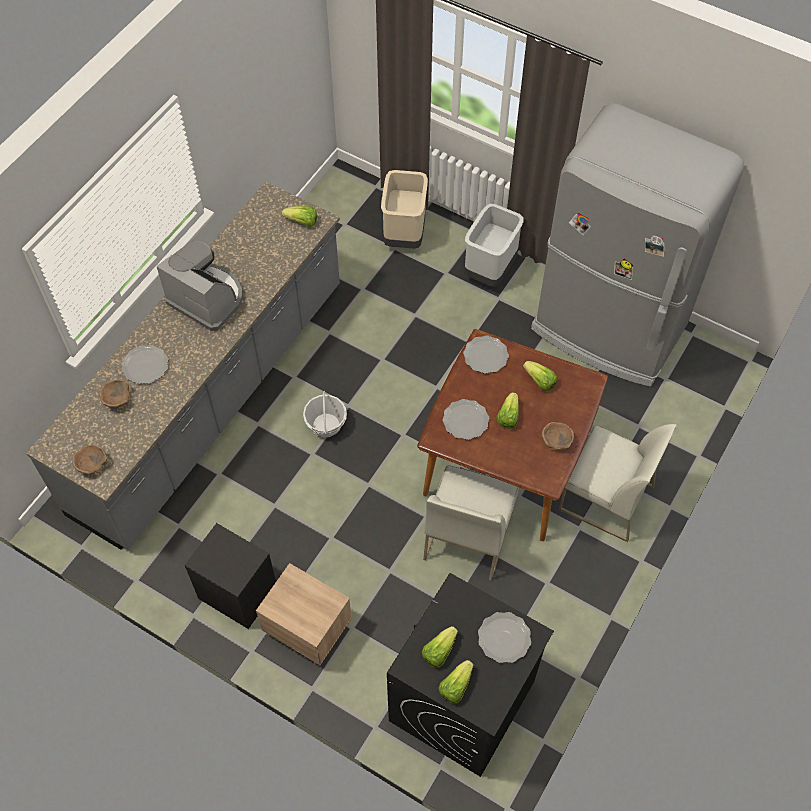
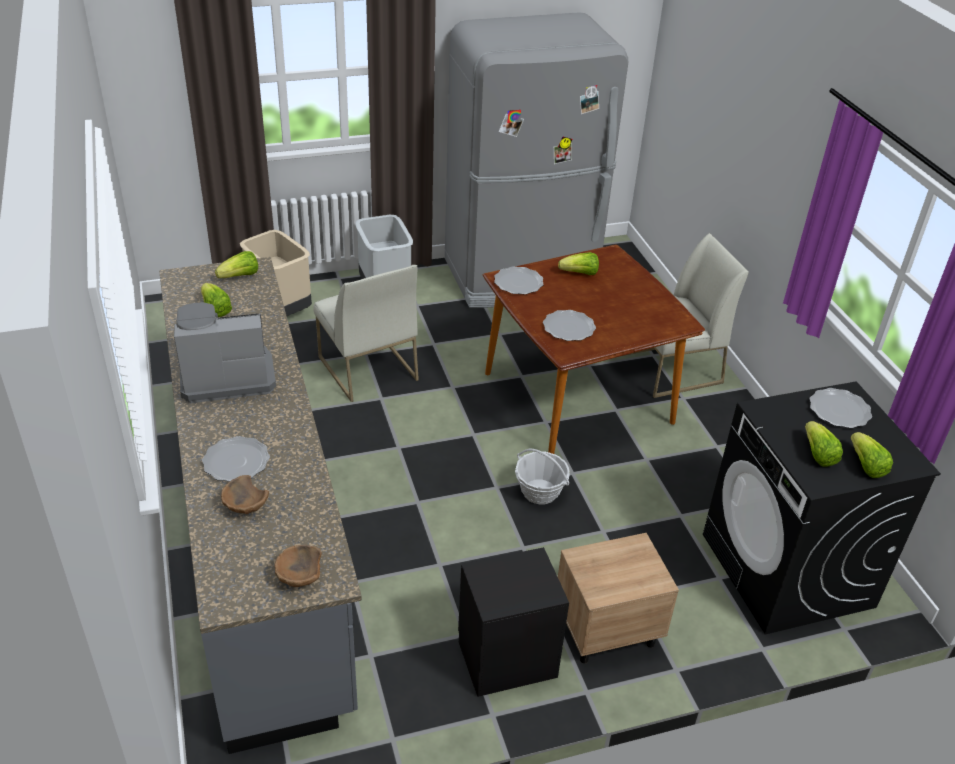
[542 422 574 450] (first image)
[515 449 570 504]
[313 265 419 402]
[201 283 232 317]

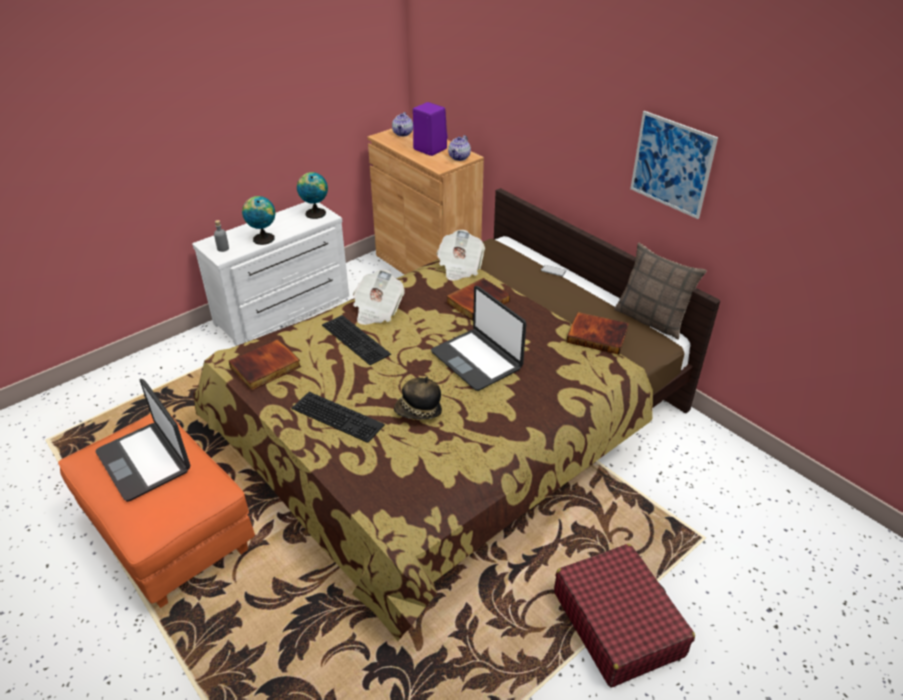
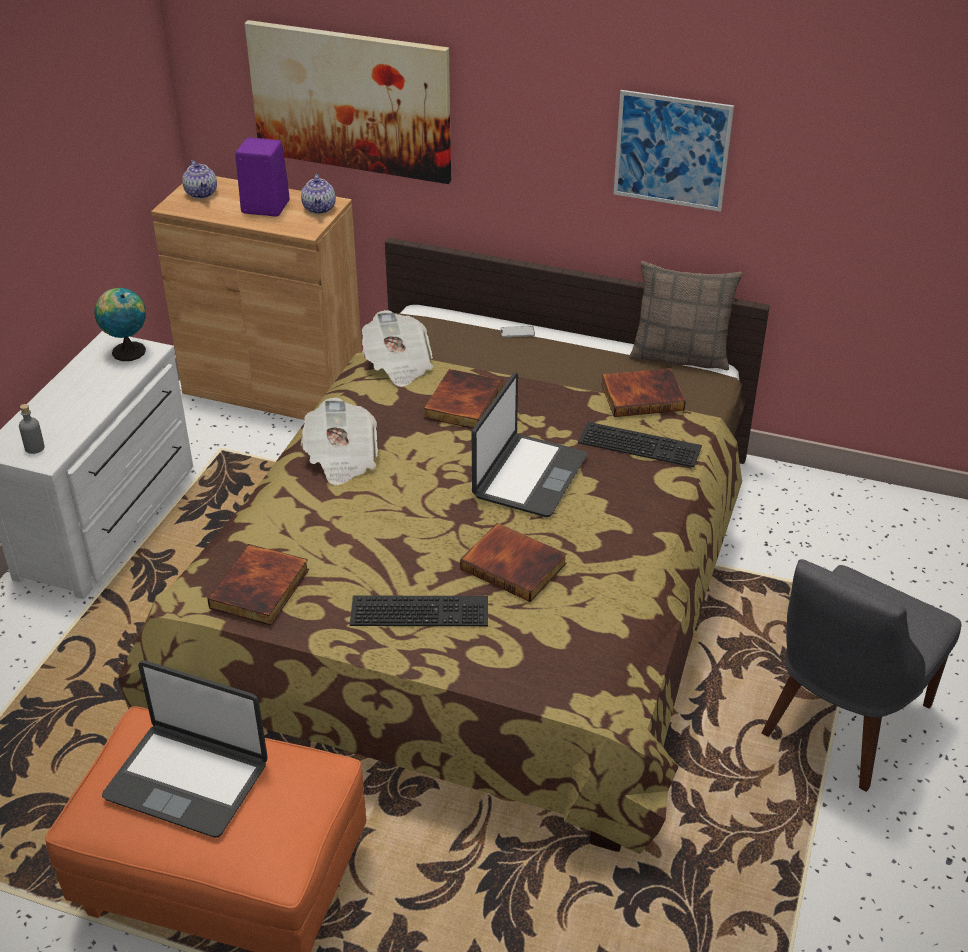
[242 196 276 245] (first image)
[244 20 451 184]
[578 422 702 467]
[460 523 567 602]
[762 559 962 792]
[472 373 587 517]

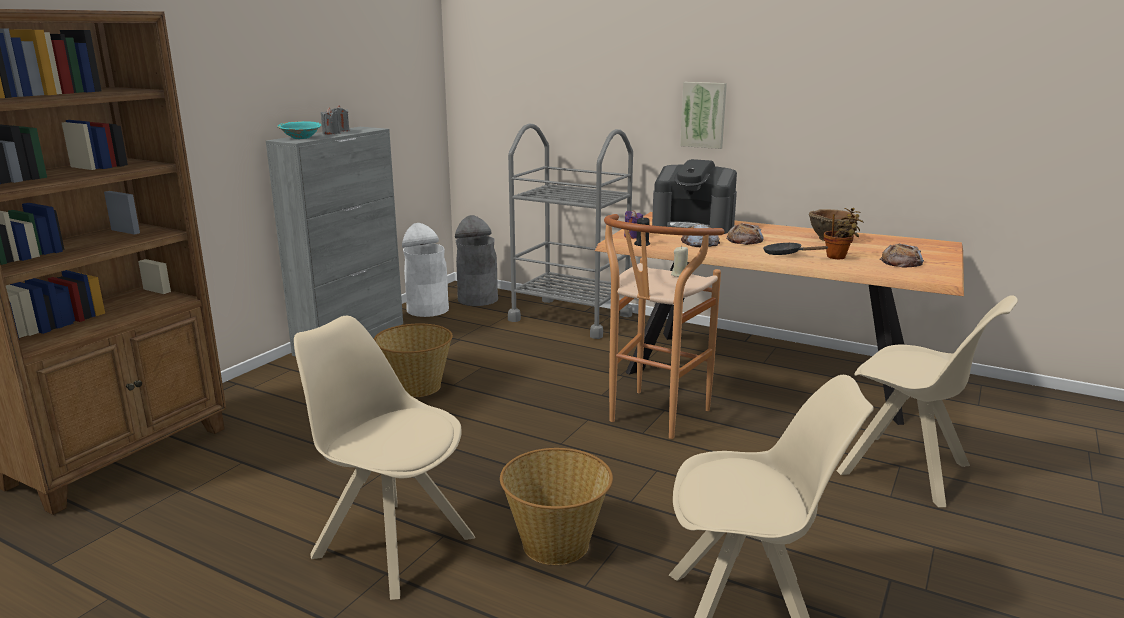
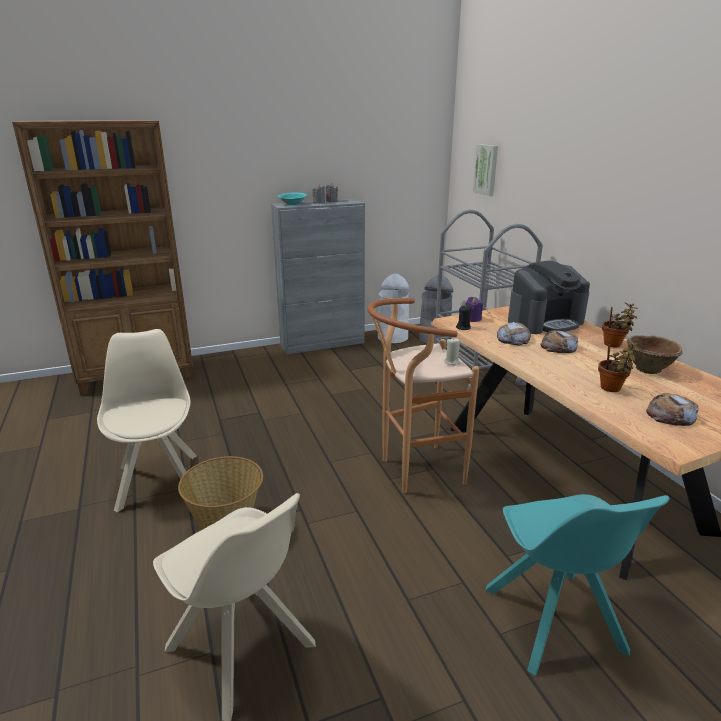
[374 324 453 397] (first image)
[763 243 828 255] (first image)
[602 303 638 347]
[473 144 498 196]
[485 494 670 676]
[508 260 590 334]

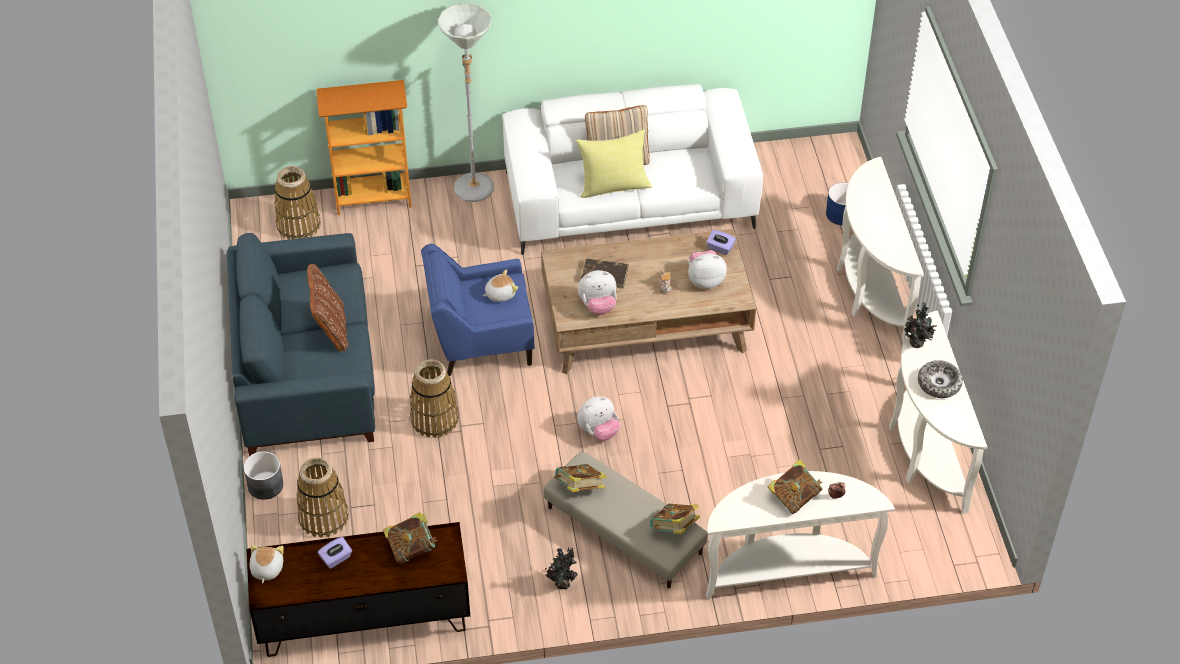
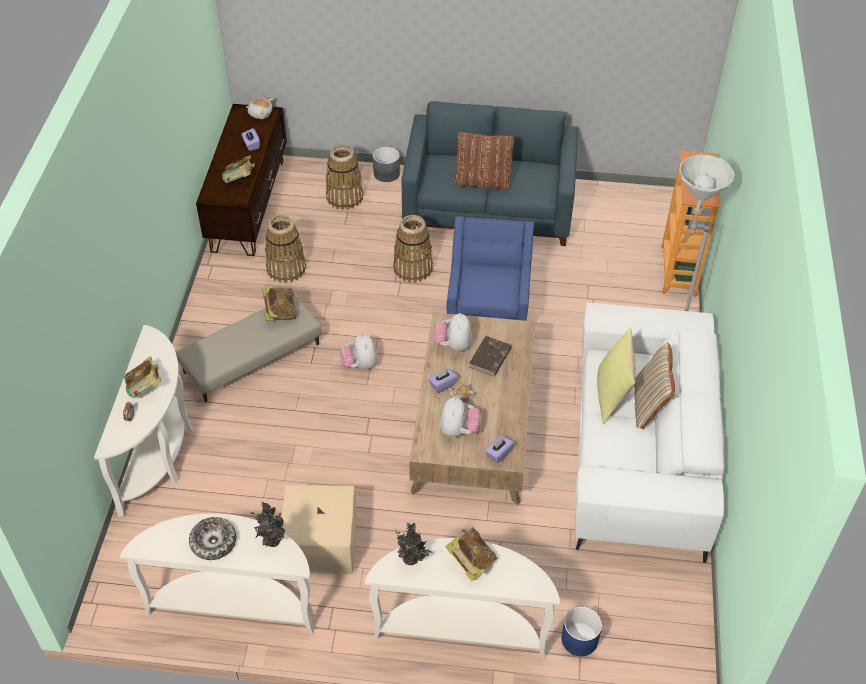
[483 269 518 302] (first image)
[281 485 357 574]
[428 369 458 393]
[265 215 306 283]
[391 522 432 565]
[445 527 497 581]

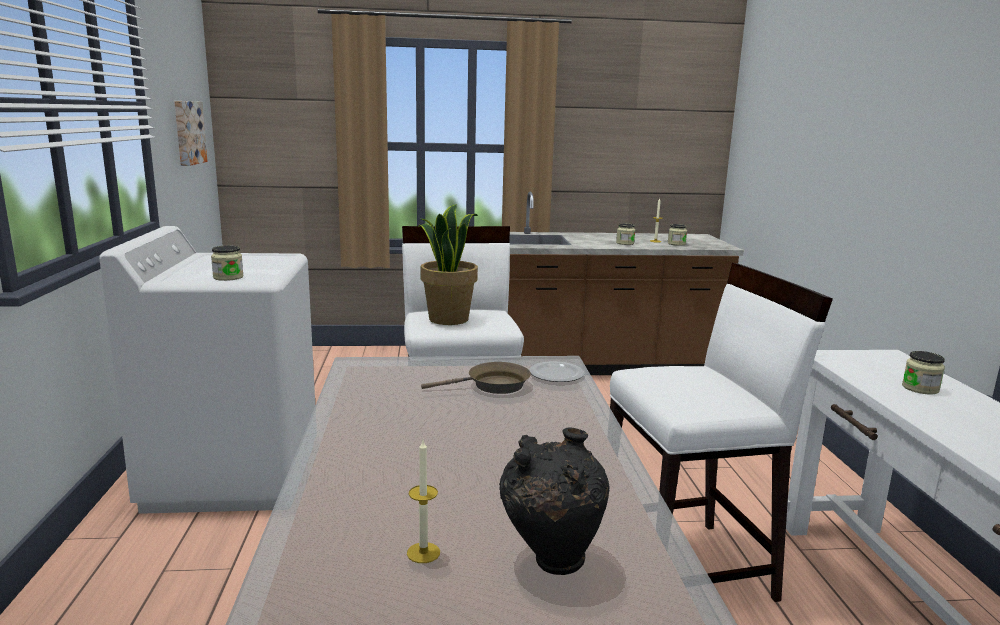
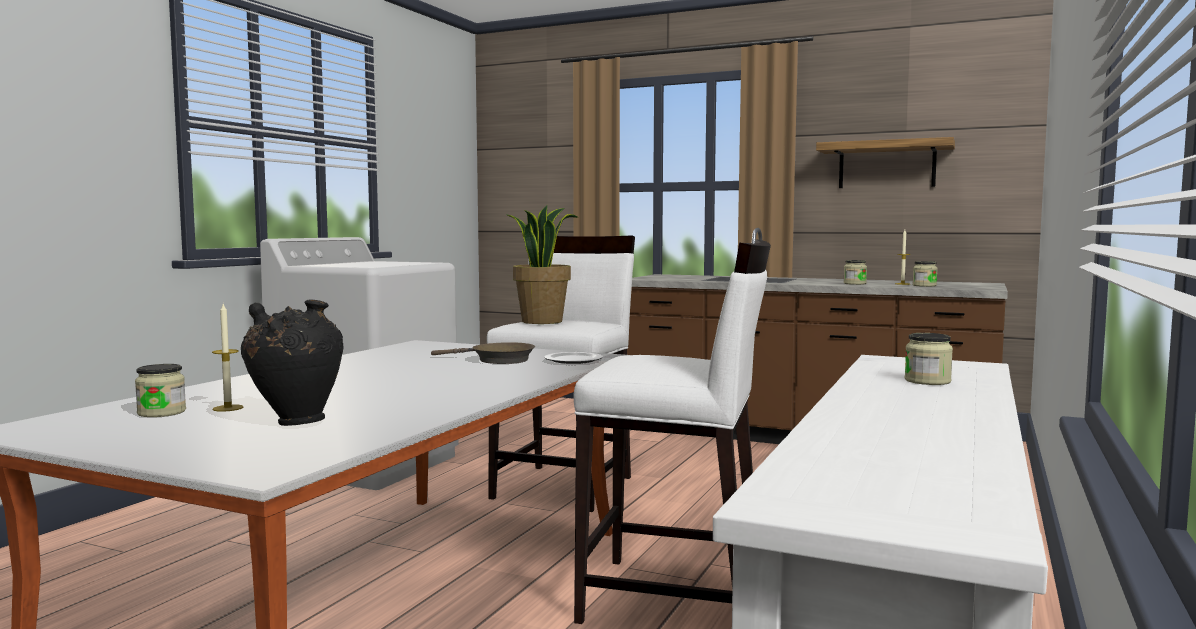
[174 101 208 166] (first image)
[816 137 955 188]
[135 364 186 417]

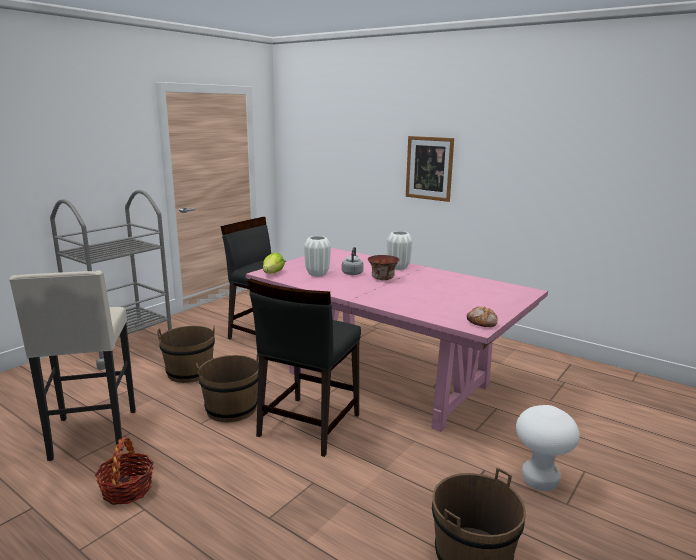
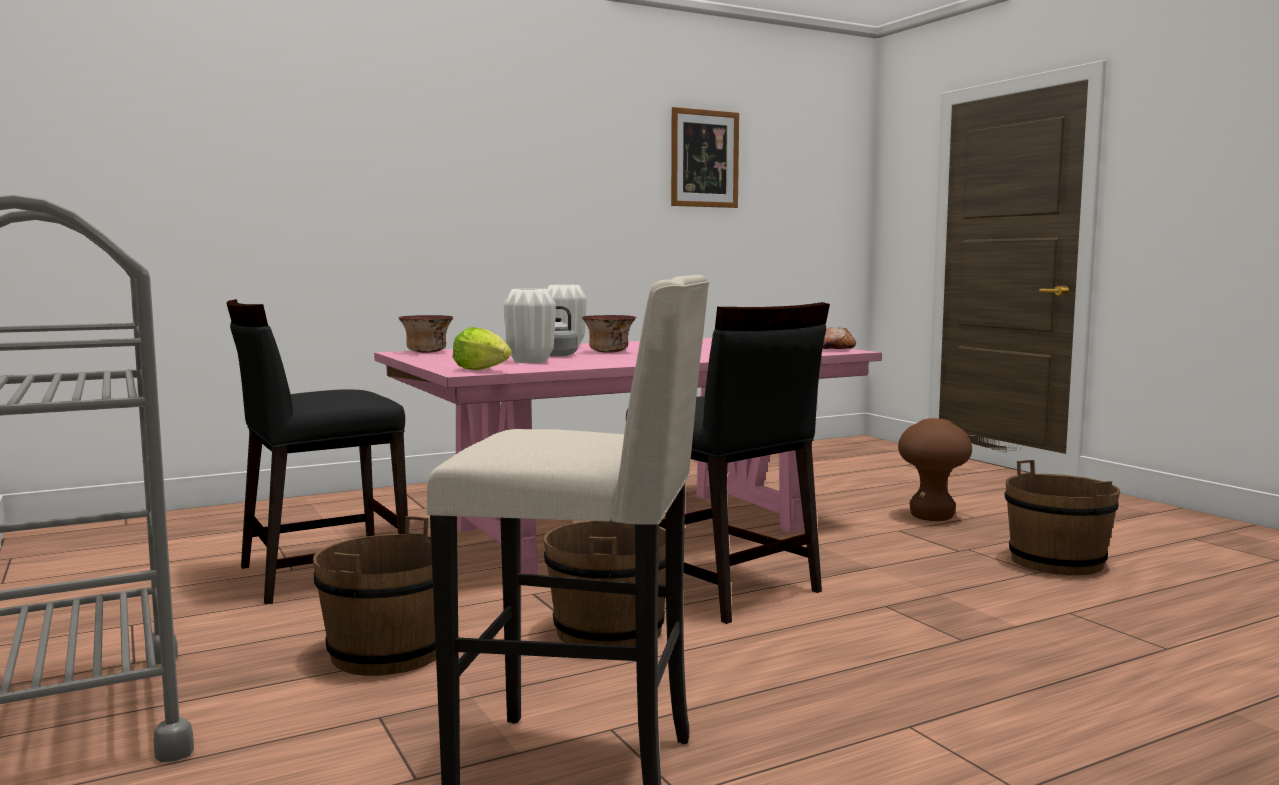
[95 437 153 505] (first image)
[398 315 454 353]
[671 107 739 208]
[898 418 972 521]

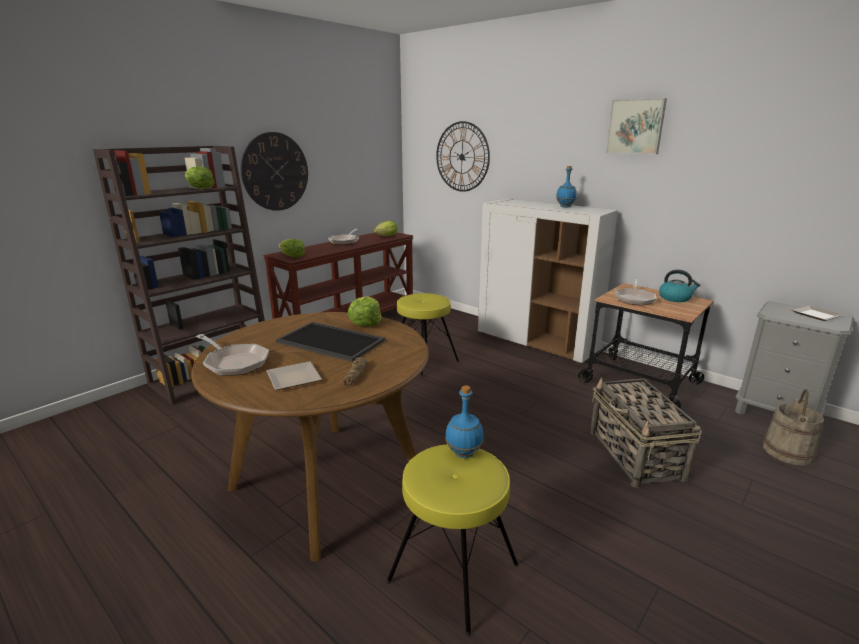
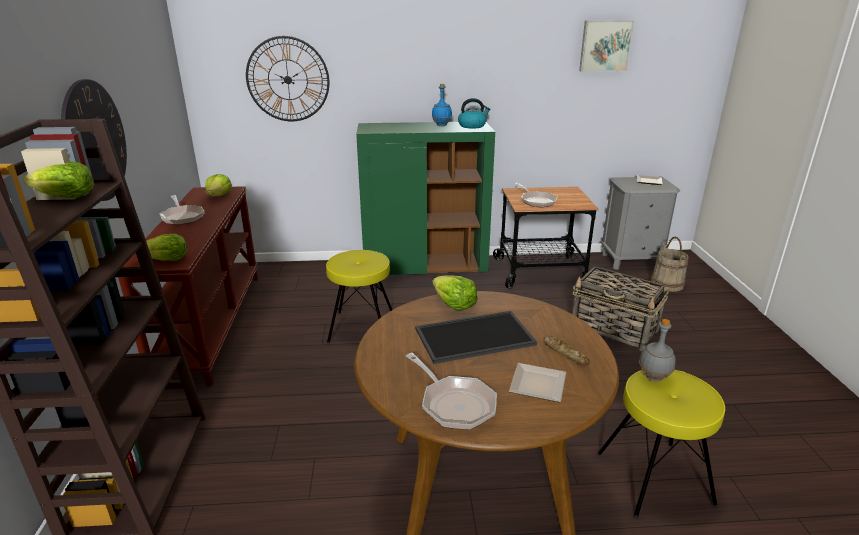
[579 20 634 72]
[458 98 491 129]
[639 319 676 382]
[356 122 495 275]
[406 353 497 430]

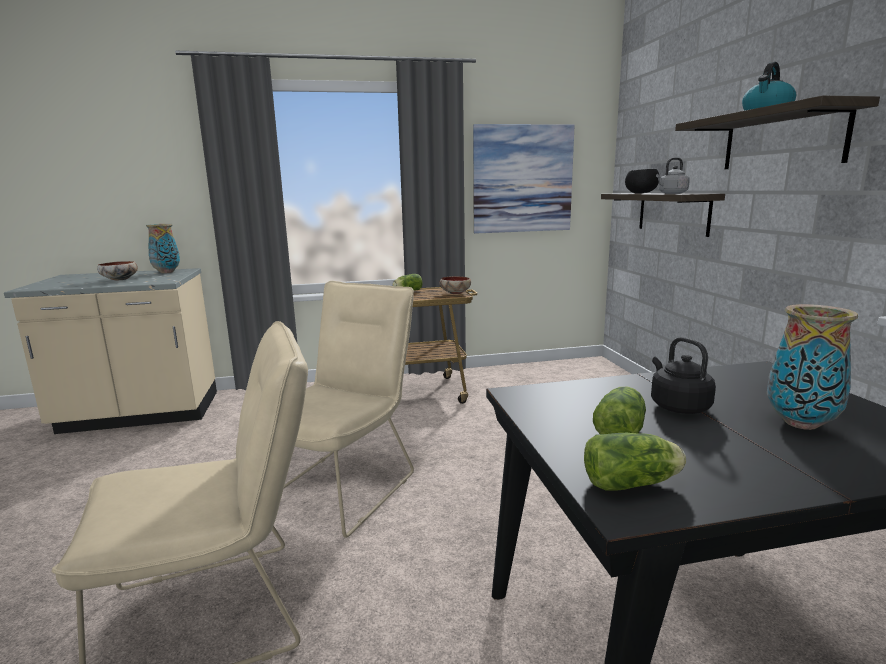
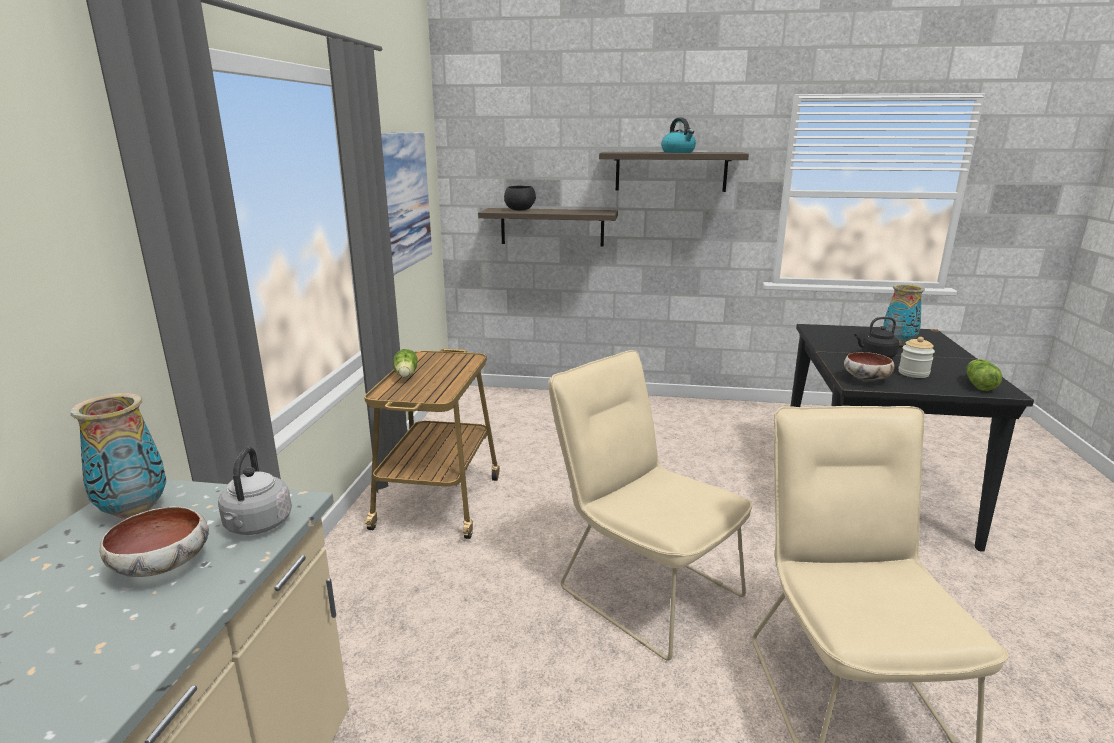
[844 352 895 382]
[218 447 292 535]
[898 337 935 378]

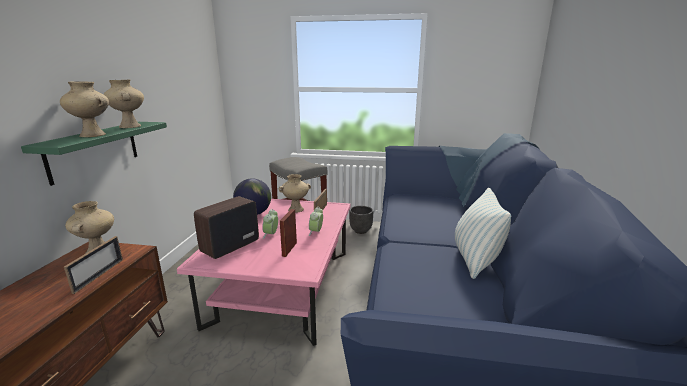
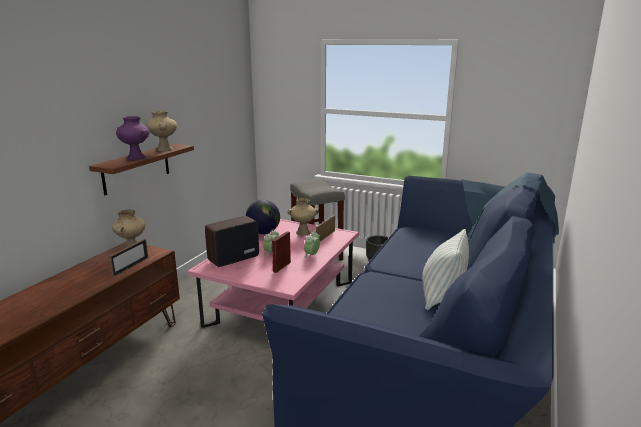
[89 144 194 195]
[116 116 150 160]

